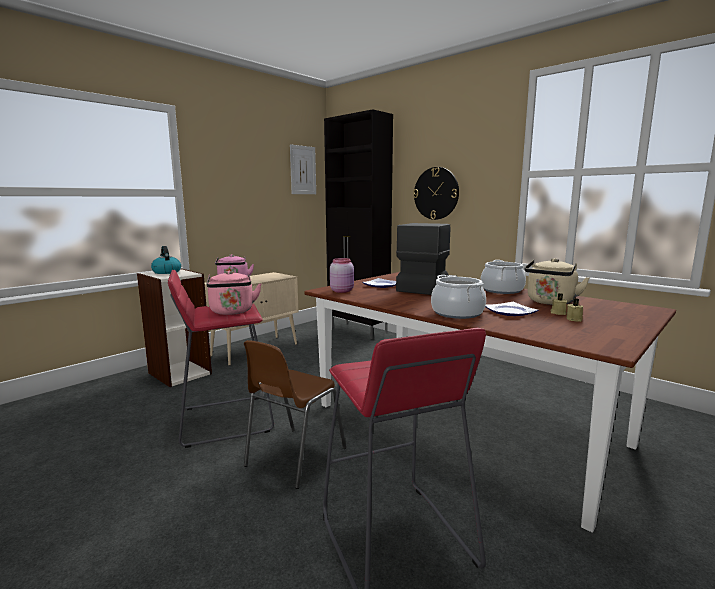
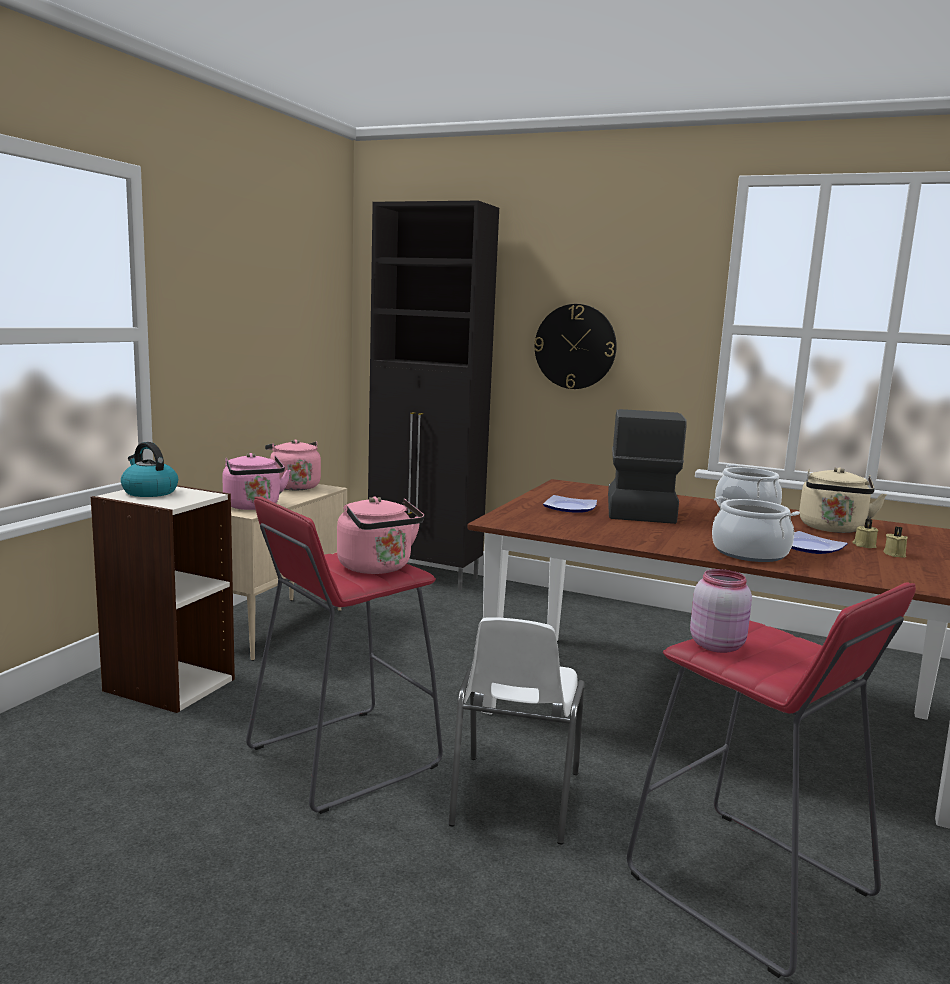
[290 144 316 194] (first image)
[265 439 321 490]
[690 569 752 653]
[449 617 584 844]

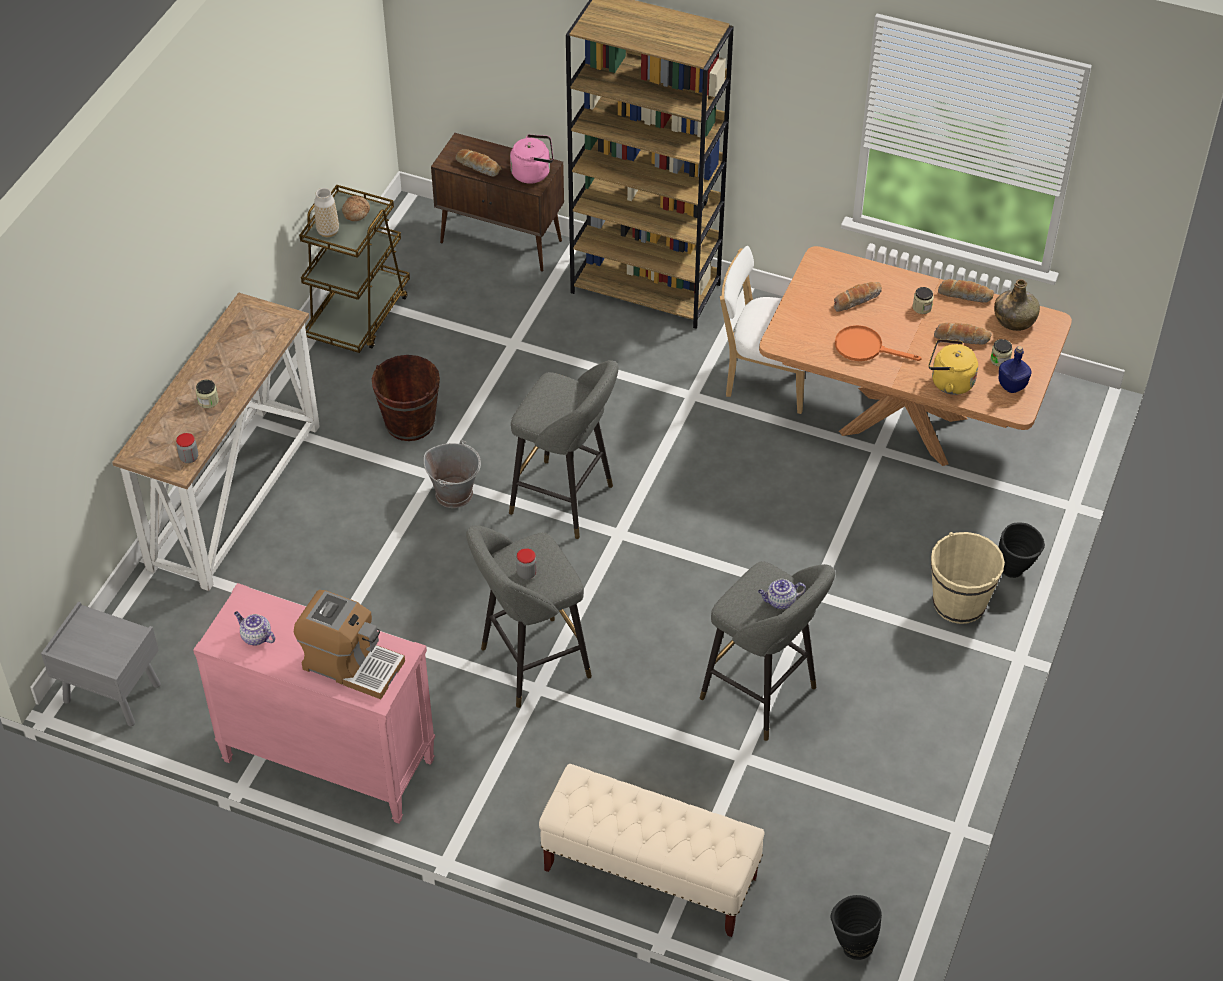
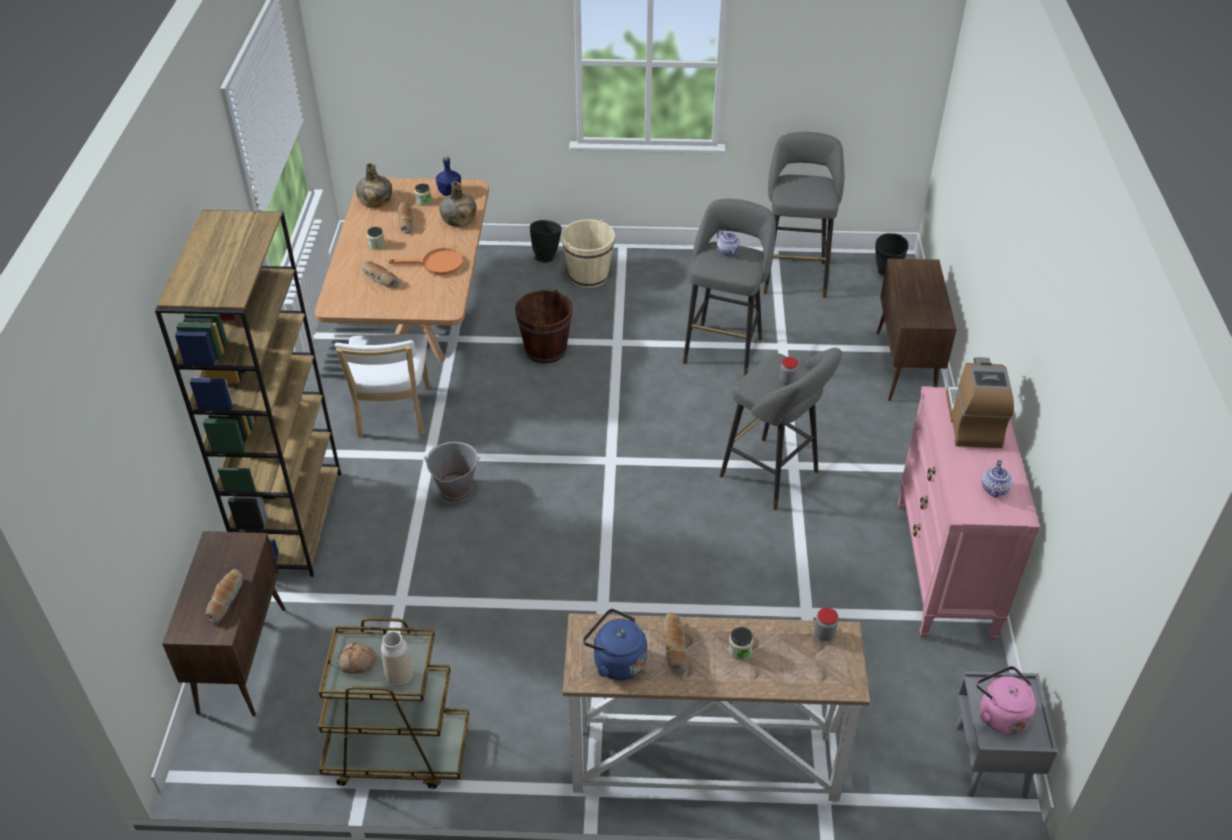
[583 609 647 680]
[515 290 573 364]
[424 442 480 503]
[763 132 844 298]
[976 666 1036 735]
[663 612 687 674]
[877 258 957 401]
[439 181 476 227]
[388 248 463 275]

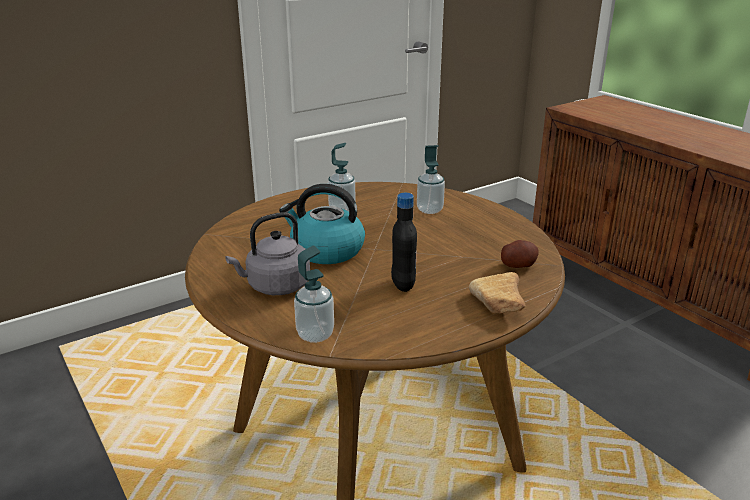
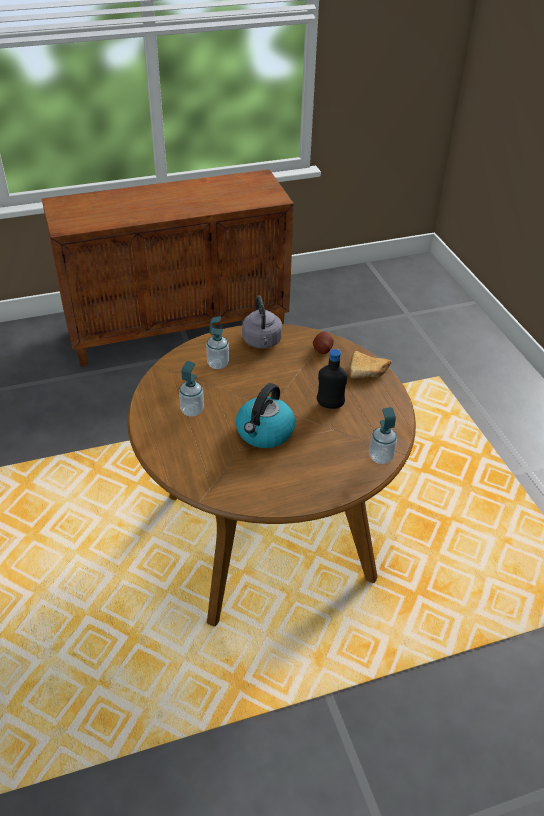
[242 296 282 349]

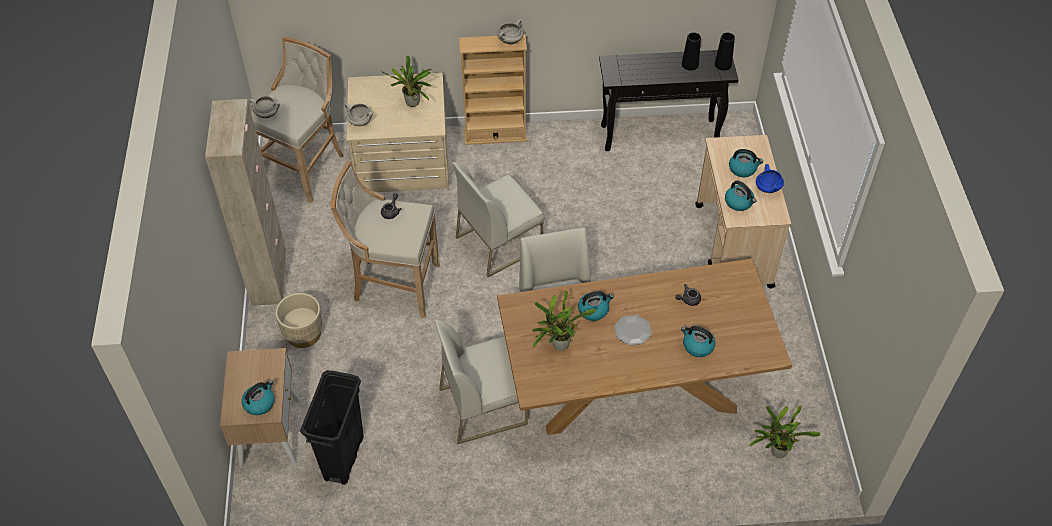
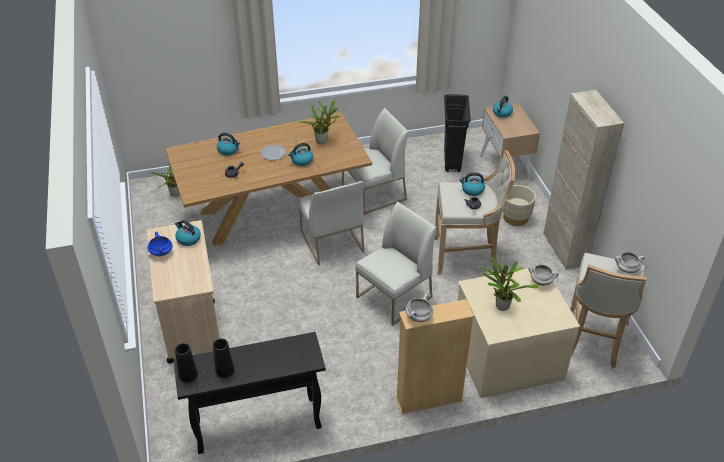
[459 172 485 196]

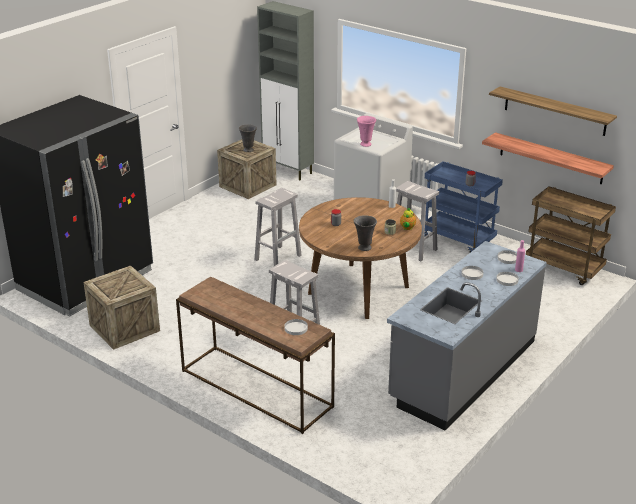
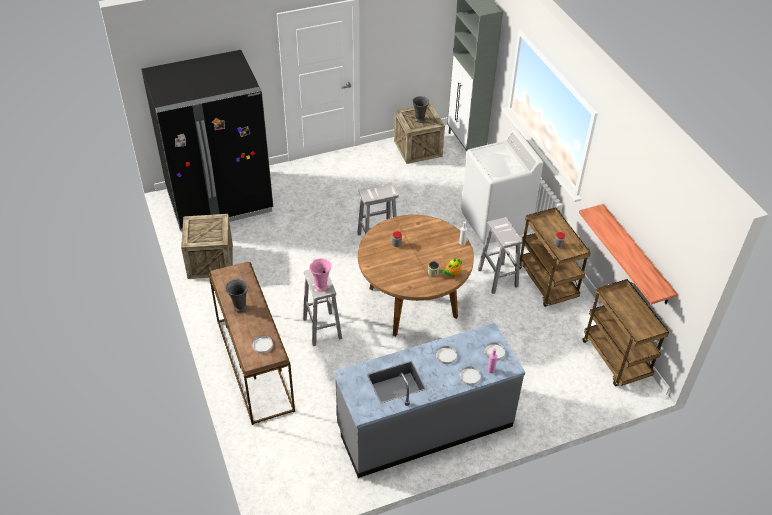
[489 87 617 136] (first image)
[225 279 248 312]
[309 258 331 292]
[519 207 591 307]

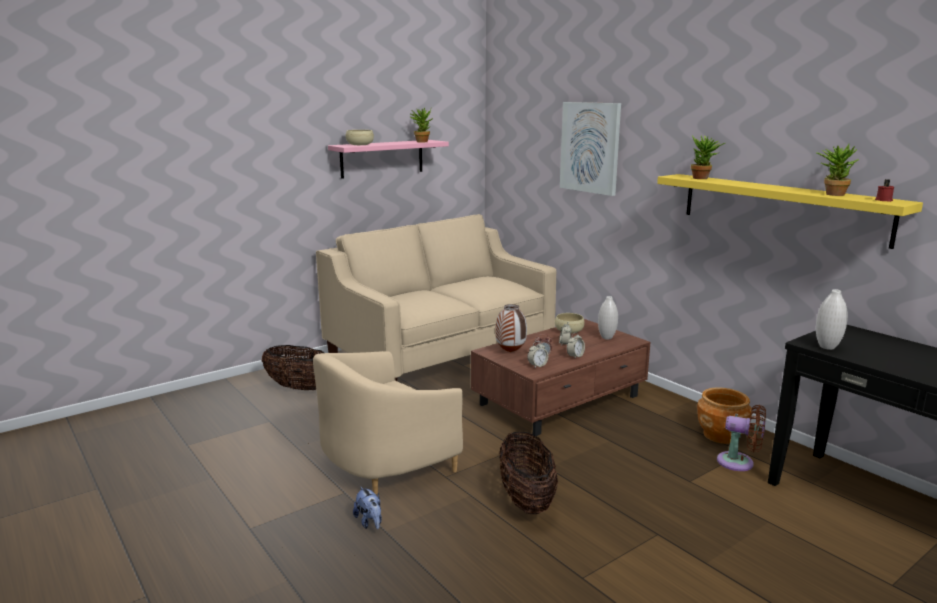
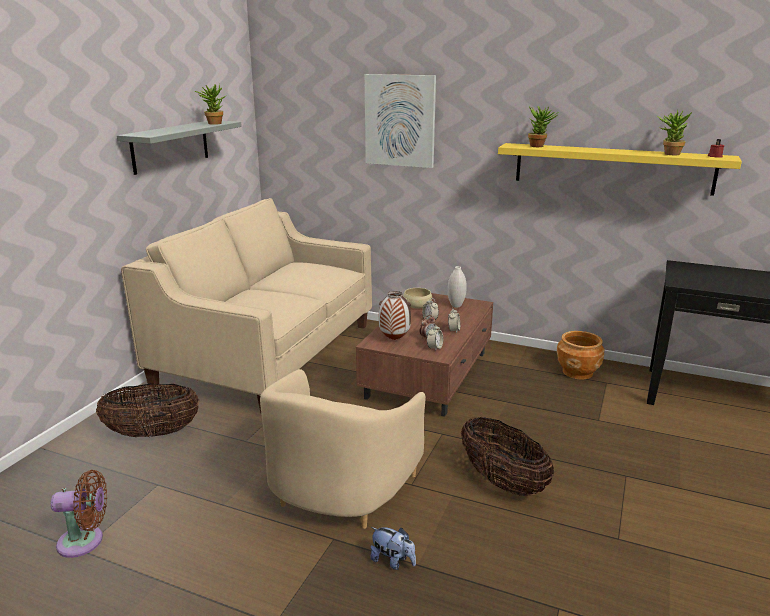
[346 130 374 145] (first image)
[816 289 848 350] (first image)
[51 470 107 558]
[117 121 242 175]

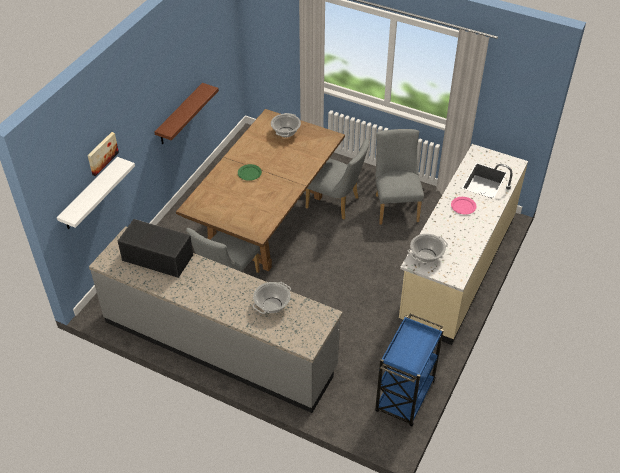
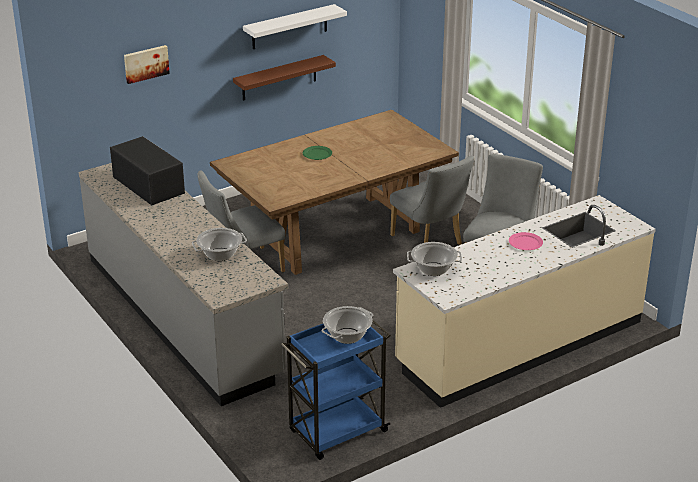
[243 4 347 49]
[322 306 373 344]

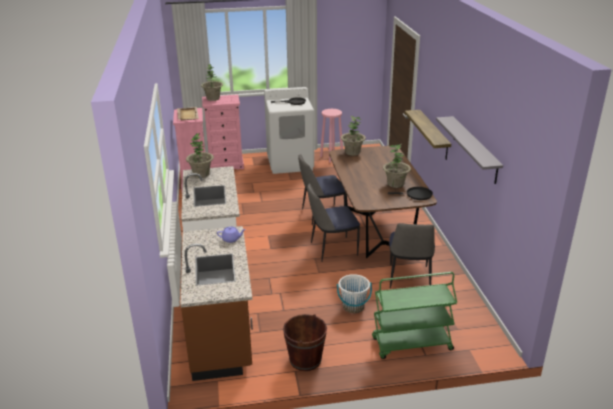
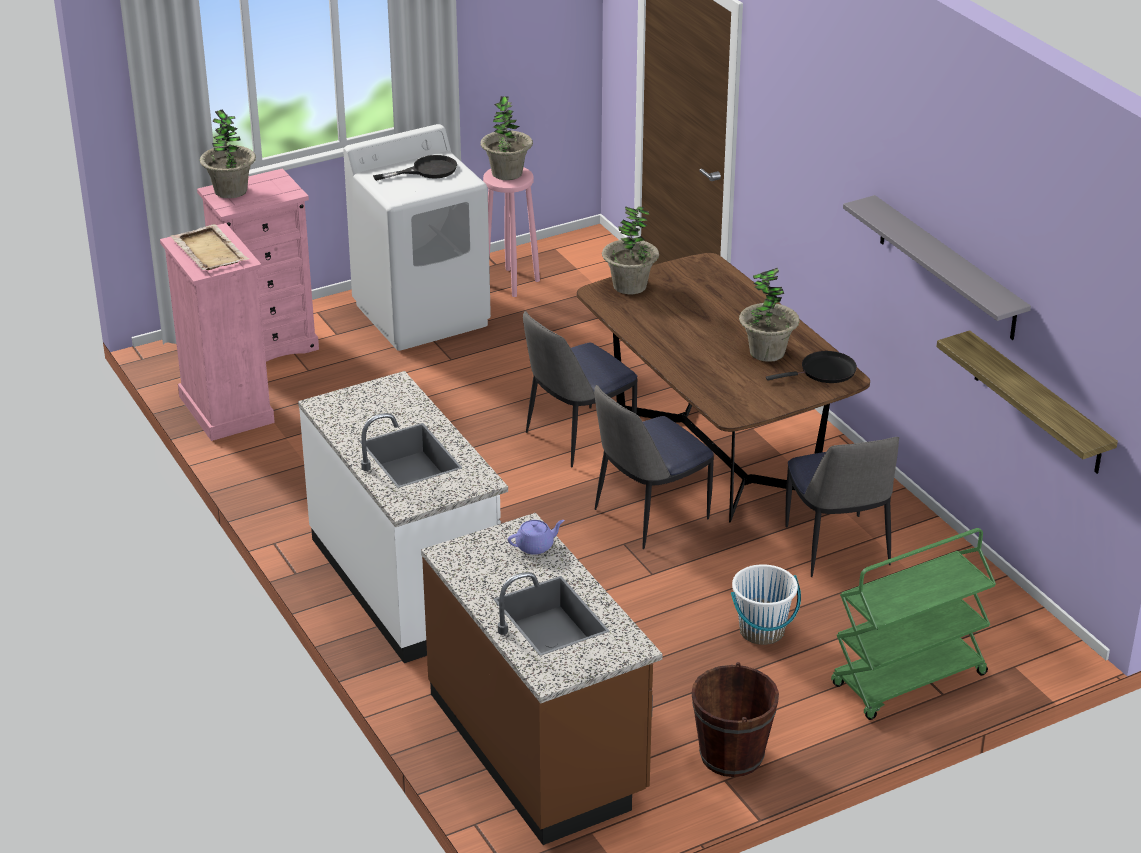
[480 96 533 180]
[937 330 1118 474]

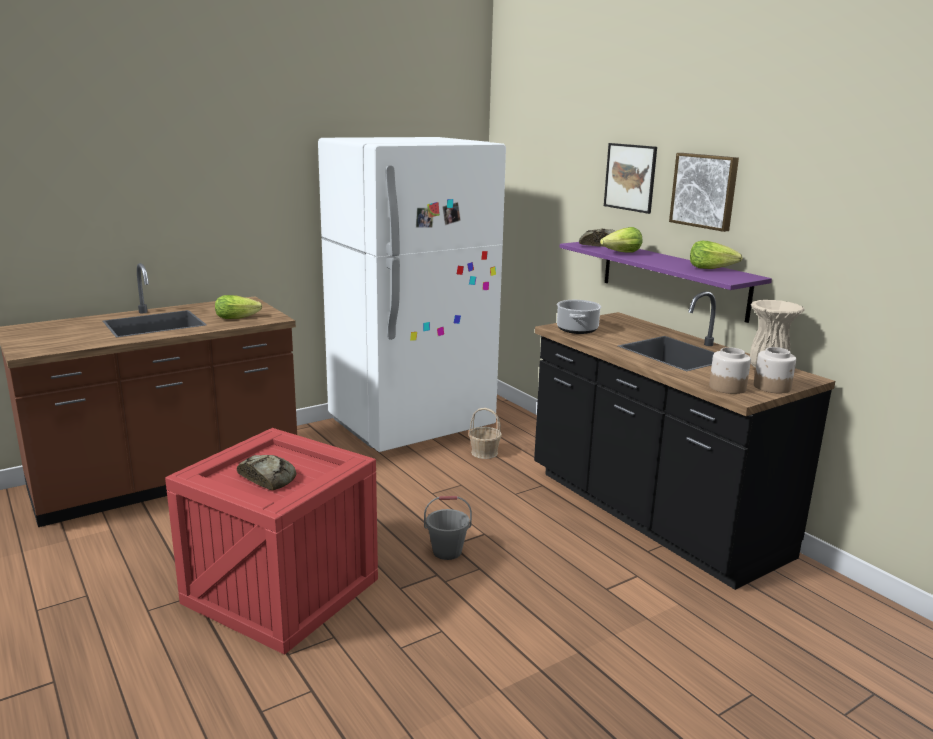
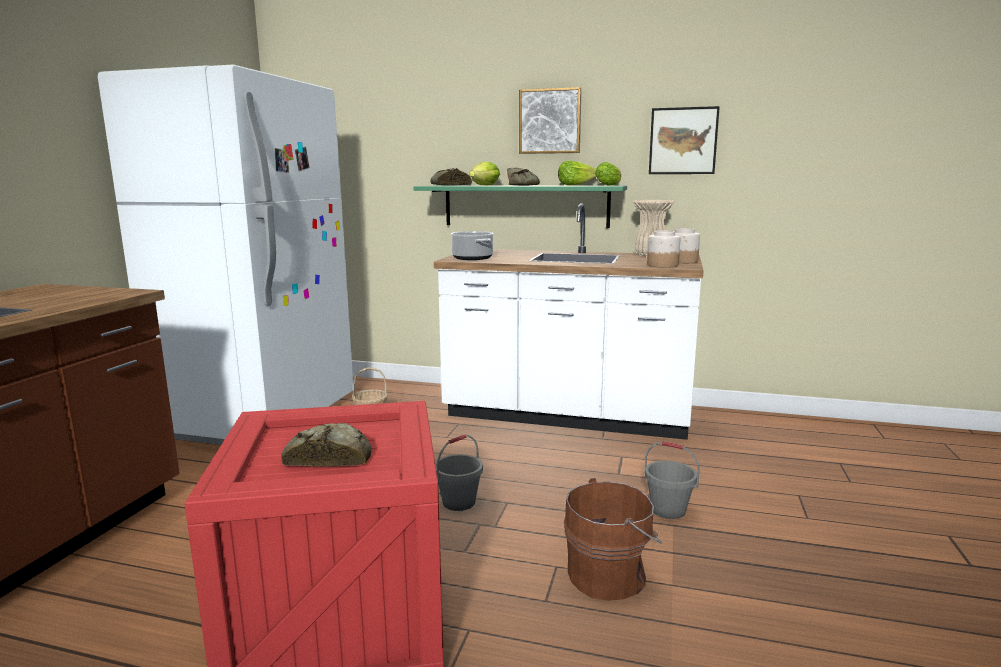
[507 168 540 186]
[564 478 662 601]
[644 441 700 519]
[595 162 621 186]
[649 106 720 174]
[434 203 704 440]
[413 186 627 228]

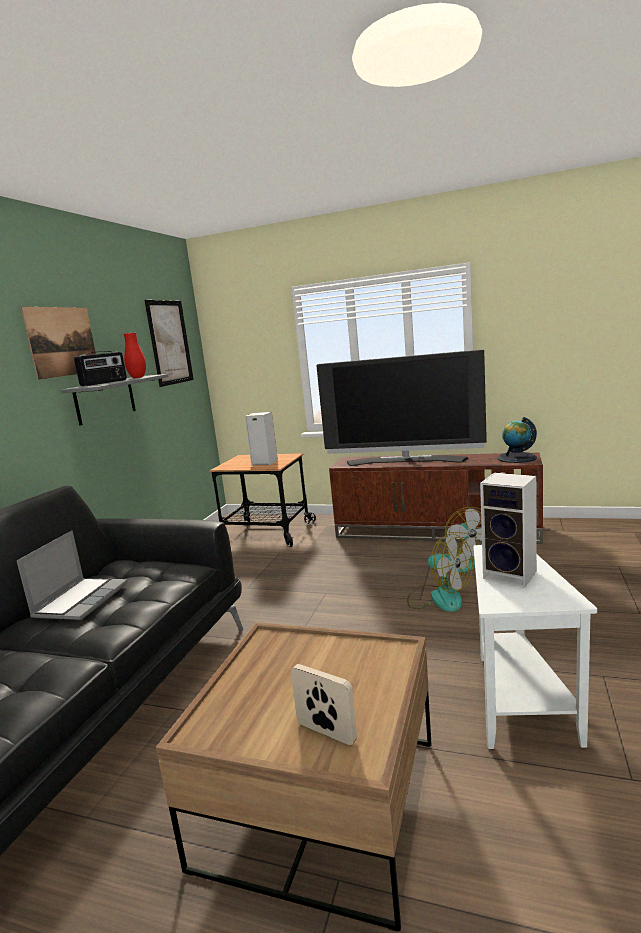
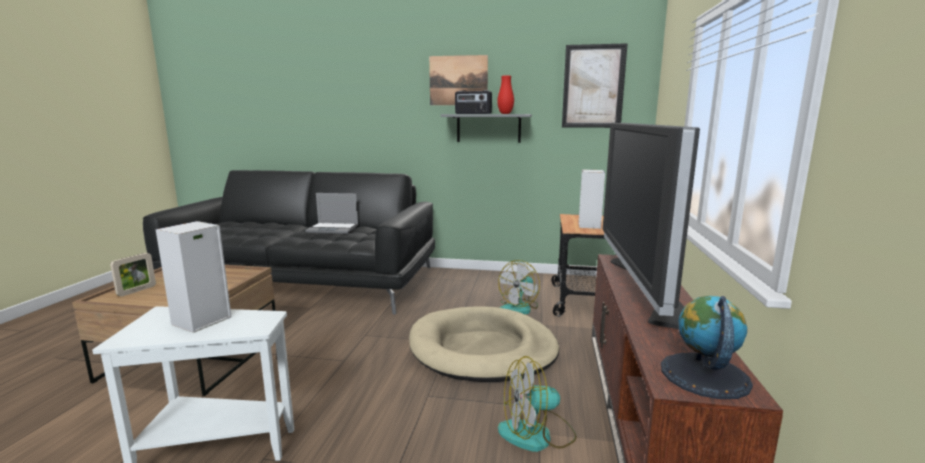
[409 306 559 382]
[498 260 540 314]

